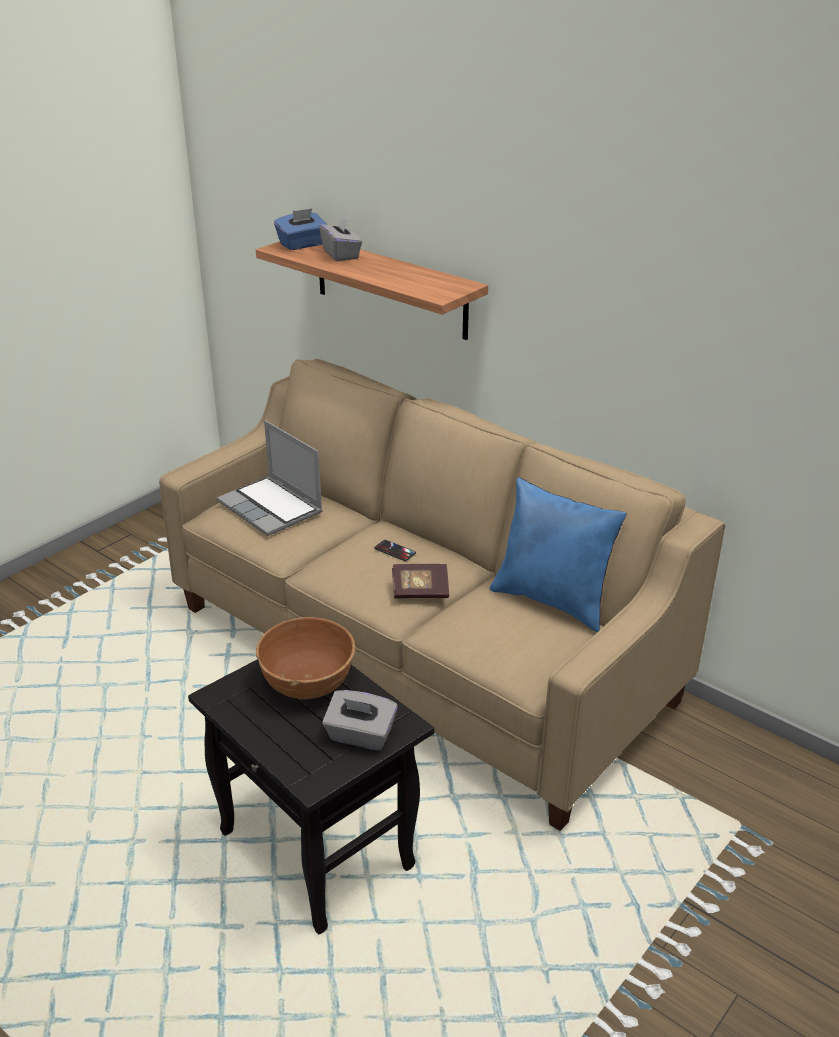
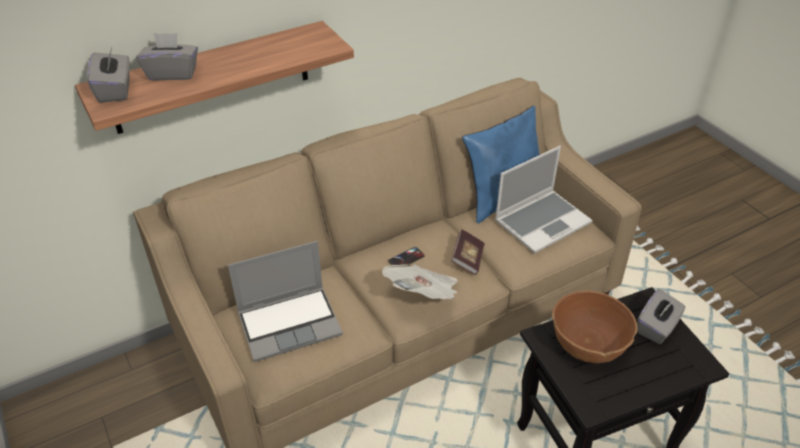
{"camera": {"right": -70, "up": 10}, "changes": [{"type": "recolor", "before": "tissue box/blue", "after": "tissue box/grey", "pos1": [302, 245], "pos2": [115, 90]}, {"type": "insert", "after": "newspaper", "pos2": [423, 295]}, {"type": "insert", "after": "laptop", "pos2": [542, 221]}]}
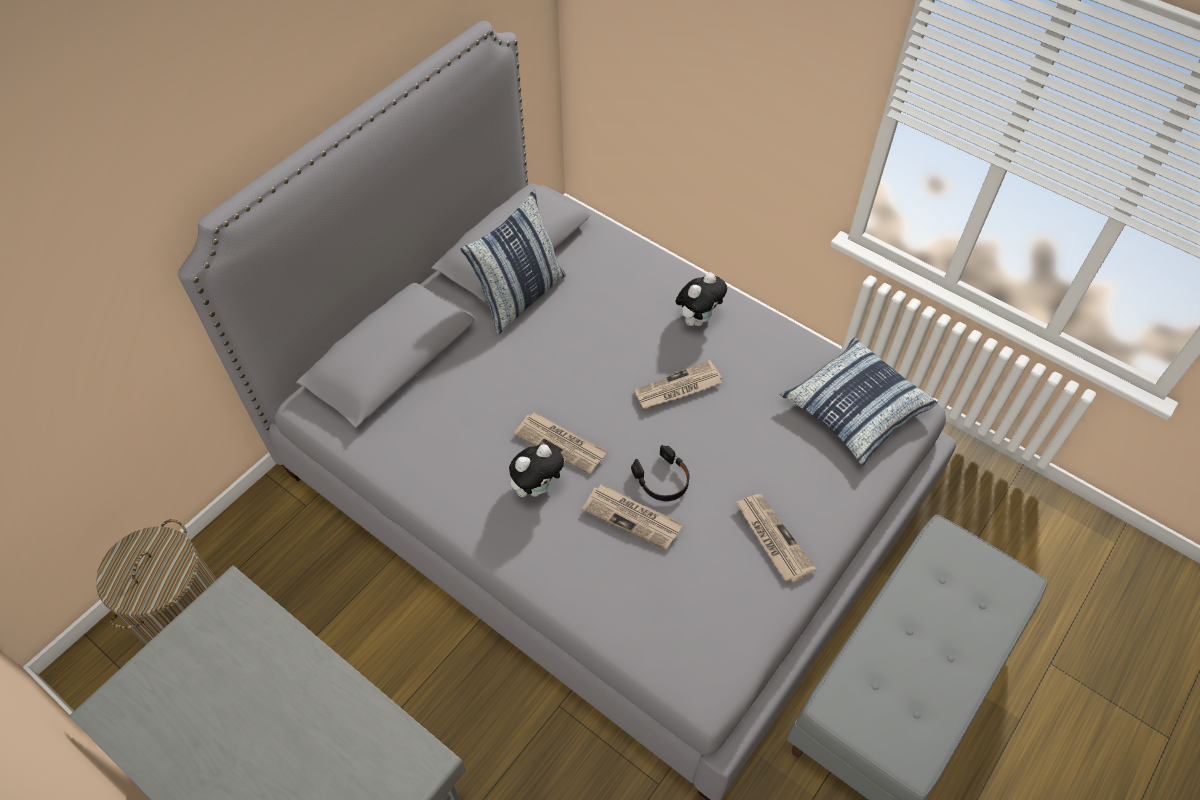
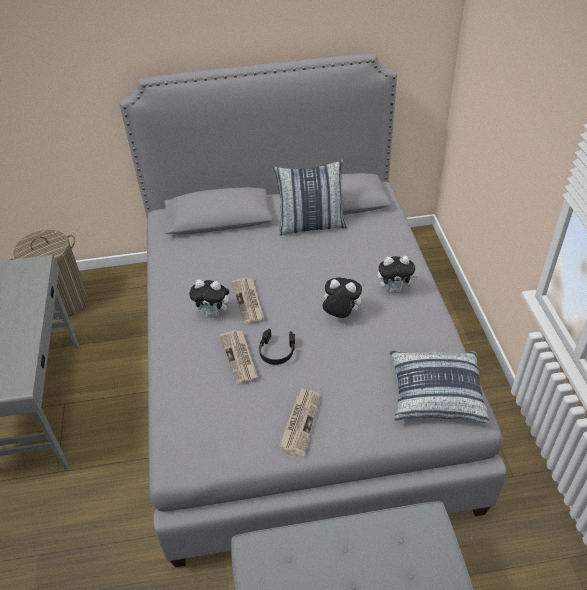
{"camera": {"right": 45, "up": -10}, "changes": [{"type": "replace", "before": "newspaper", "after": "plush toy", "pos1": [677, 388], "pos2": [340, 315]}]}
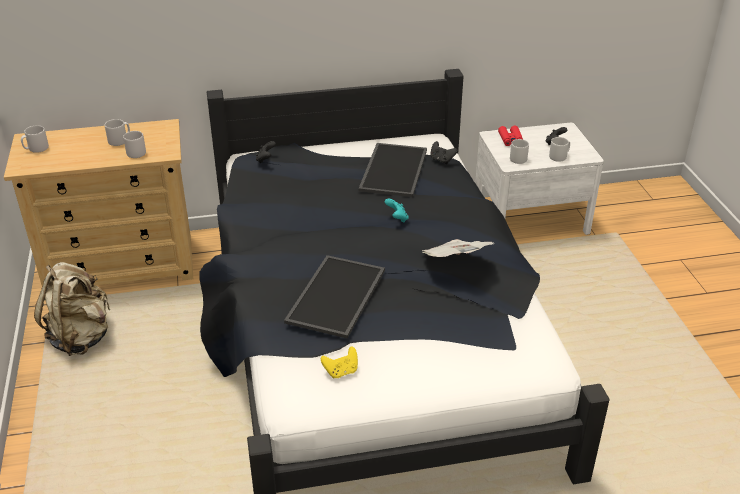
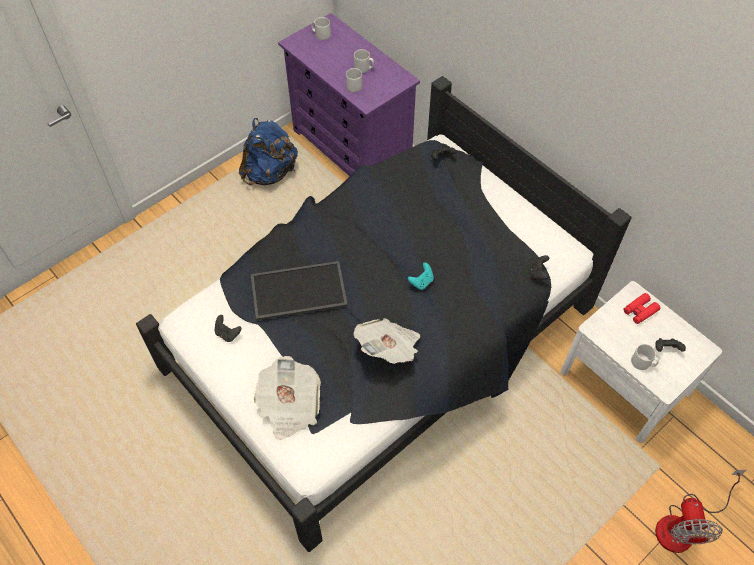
{"camera": {"right": 60, "up": 20}, "changes": [{"type": "recolor", "before": "game controller/yellow", "after": "game controller/black", "pos1": [341, 371], "pos2": [227, 334]}, {"type": "recolor", "before": "backpack/beige", "after": "backpack/blue", "pos1": [81, 337], "pos2": [270, 173]}, {"type": "insert", "after": "newspaper", "pos2": [289, 406]}, {"type": "recolor", "before": "dresser/beige", "after": "dresser/purple", "pos1": [122, 265], "pos2": [352, 147]}, {"type": "insert", "after": "fan", "pos2": [683, 525]}, {"type": "delete", "before": "tray", "pos1": [392, 169]}, {"type": "delete", "before": "mug/grey", "pos1": [518, 158]}]}
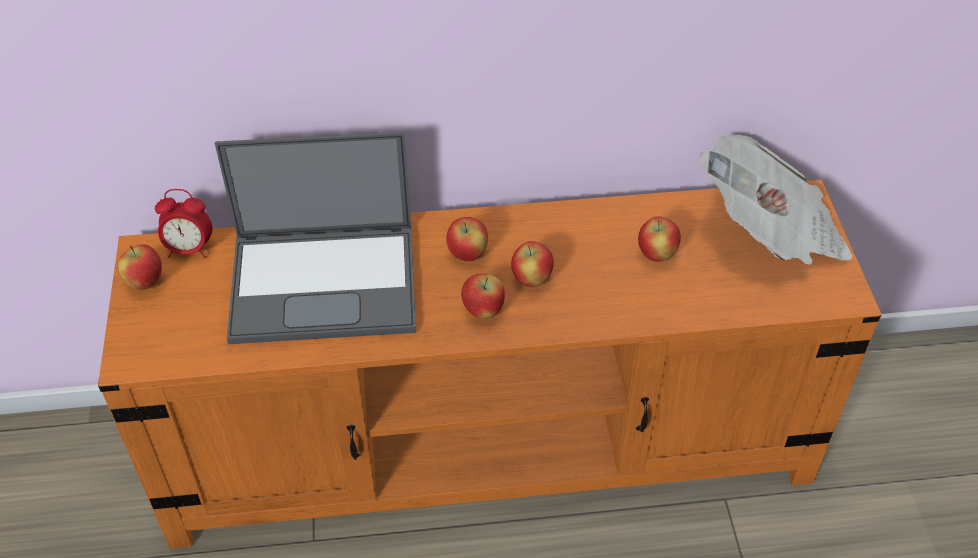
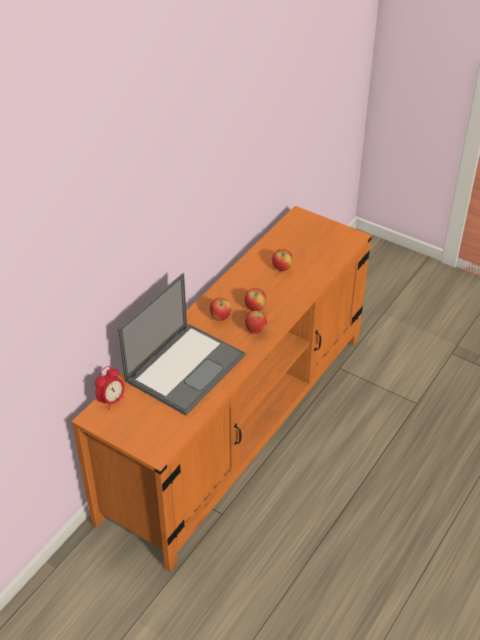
{"camera": {"right": -50, "up": -5}, "changes": [{"type": "delete", "before": "apple", "pos1": [145, 282]}, {"type": "delete", "before": "newspaper", "pos1": [770, 233]}]}
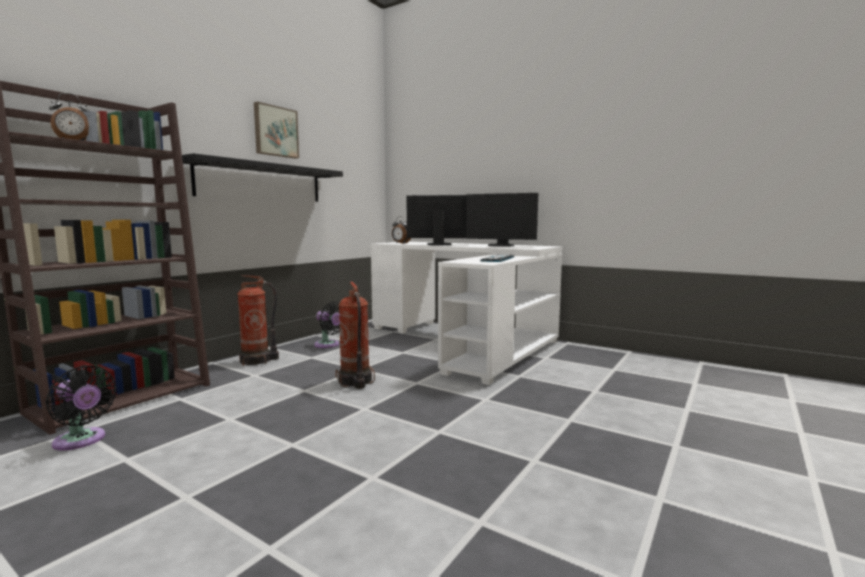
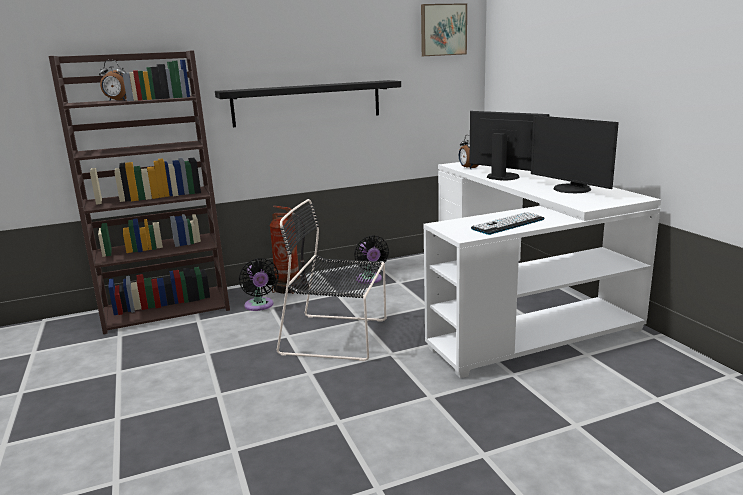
{"camera": {"right": 35, "up": 10}, "changes": [{"type": "move", "before": "fan/black", "pos1": [81, 441], "pos2": [259, 306]}, {"type": "replace", "before": "fire extinguisher", "after": "chair/black", "pos1": [355, 382], "pos2": [338, 337]}, {"type": "move", "before": "picture", "pos1": [275, 131], "pos2": [442, 30]}]}
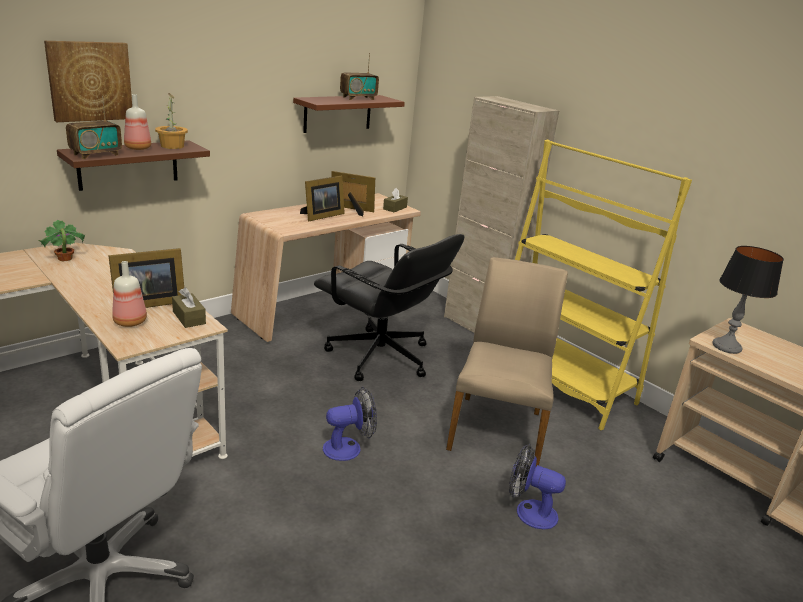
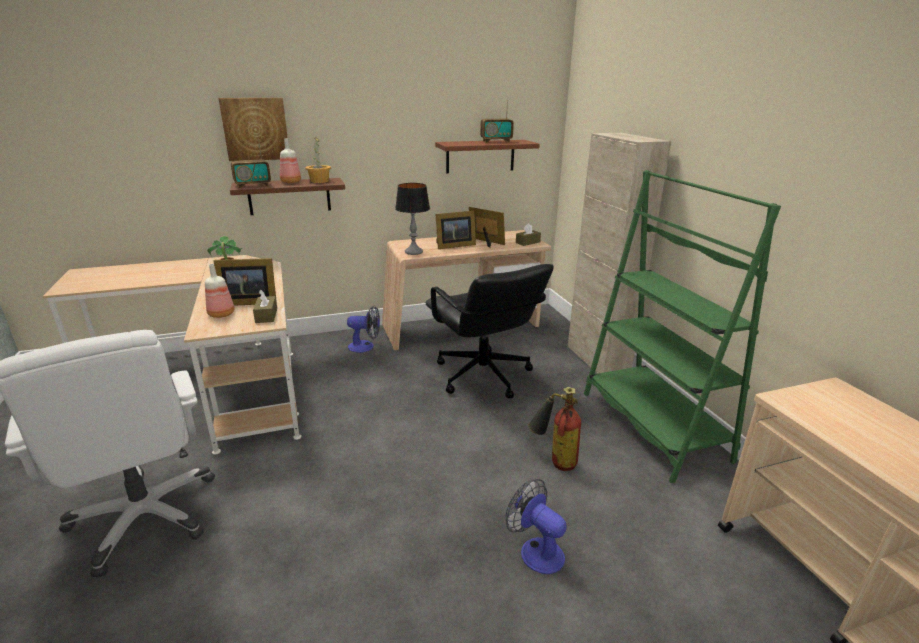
{"camera": {"right": 25, "up": 0}, "changes": [{"type": "move", "before": "fan", "pos1": [348, 448], "pos2": [365, 347]}, {"type": "move", "before": "table lamp", "pos1": [726, 346], "pos2": [413, 252]}, {"type": "replace", "before": "chair/beige", "after": "fire extinguisher", "pos1": [497, 429], "pos2": [554, 460]}, {"type": "recolor", "before": "bookcase/yellow", "after": "bookcase/green", "pos1": [560, 383], "pos2": [652, 426]}]}
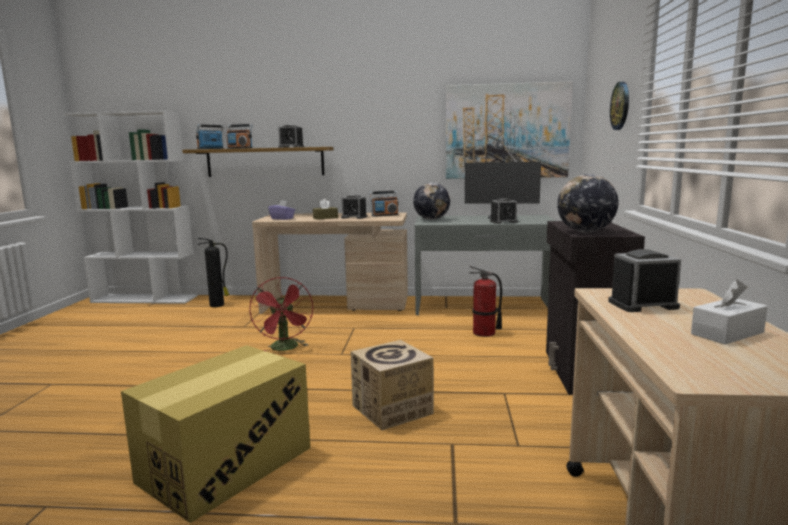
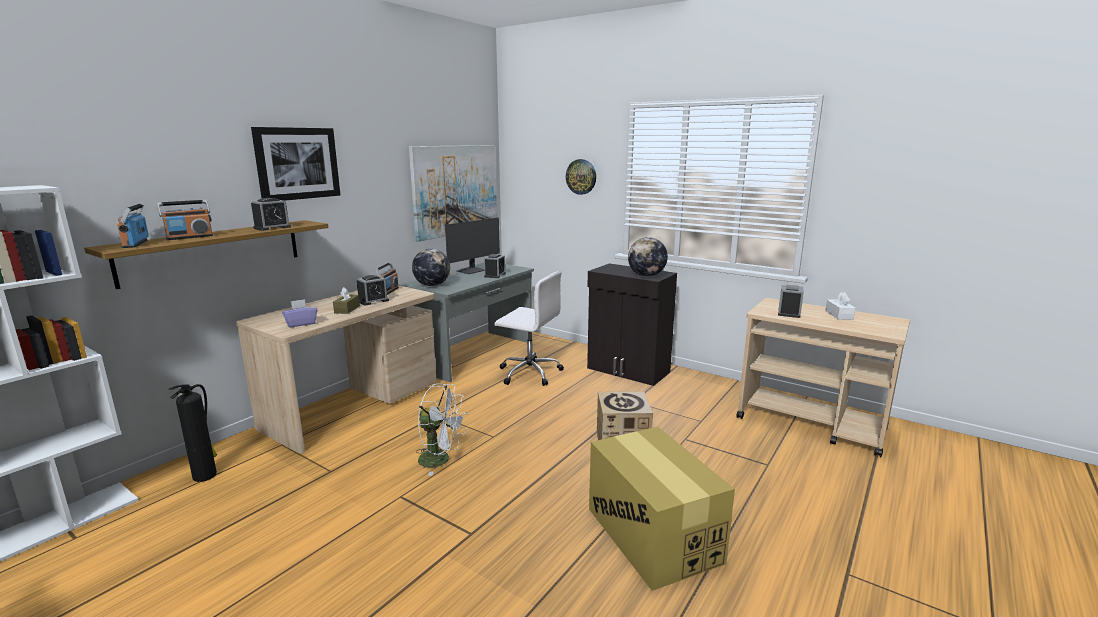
{"camera": {"right": -60, "up": 5}, "changes": [{"type": "insert", "after": "picture", "pos2": [297, 163]}, {"type": "recolor", "before": "fan/red", "after": "fan/white", "pos1": [285, 348], "pos2": [441, 460]}, {"type": "replace", "before": "fire extinguisher", "after": "office chair/white", "pos1": [484, 333], "pos2": [529, 373]}]}
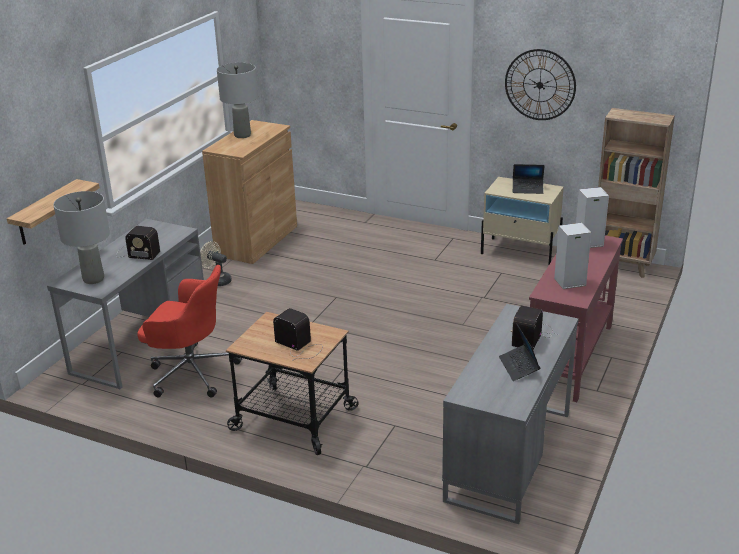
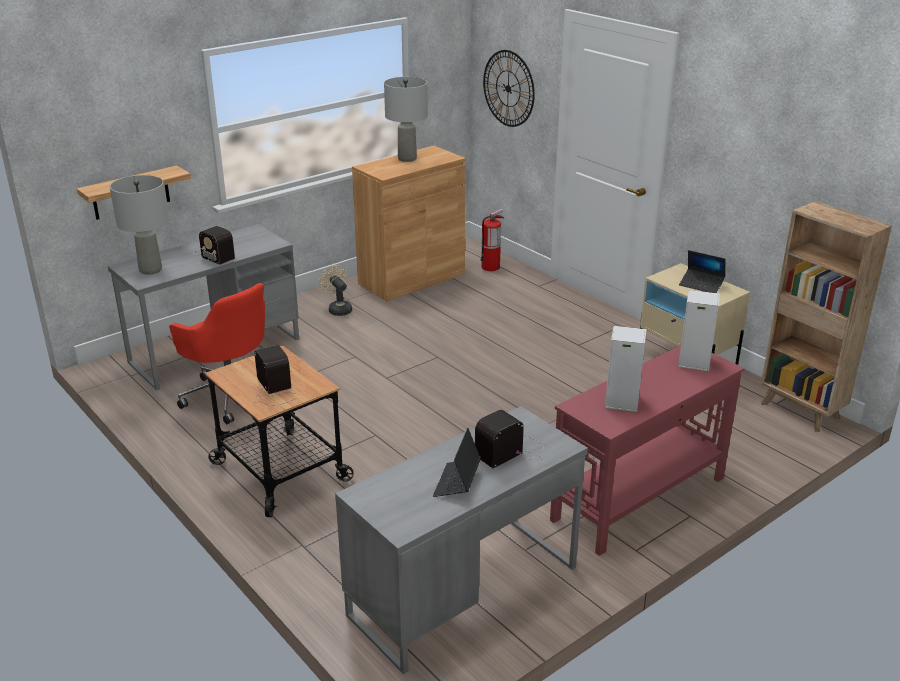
{"camera": {"right": 25, "up": 0}, "changes": [{"type": "insert", "after": "fire extinguisher", "pos2": [490, 267]}, {"type": "move", "before": "wall clock", "pos1": [540, 85], "pos2": [508, 88]}]}
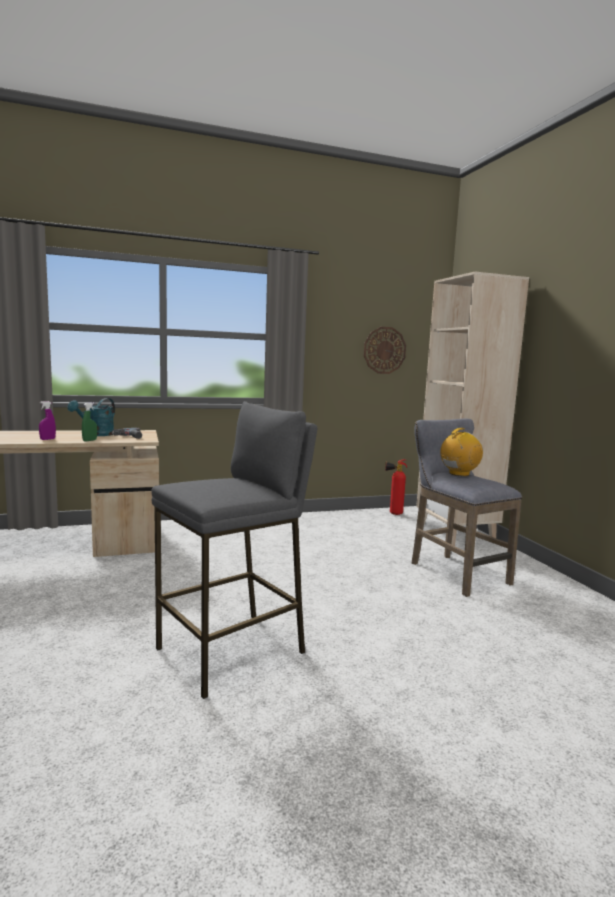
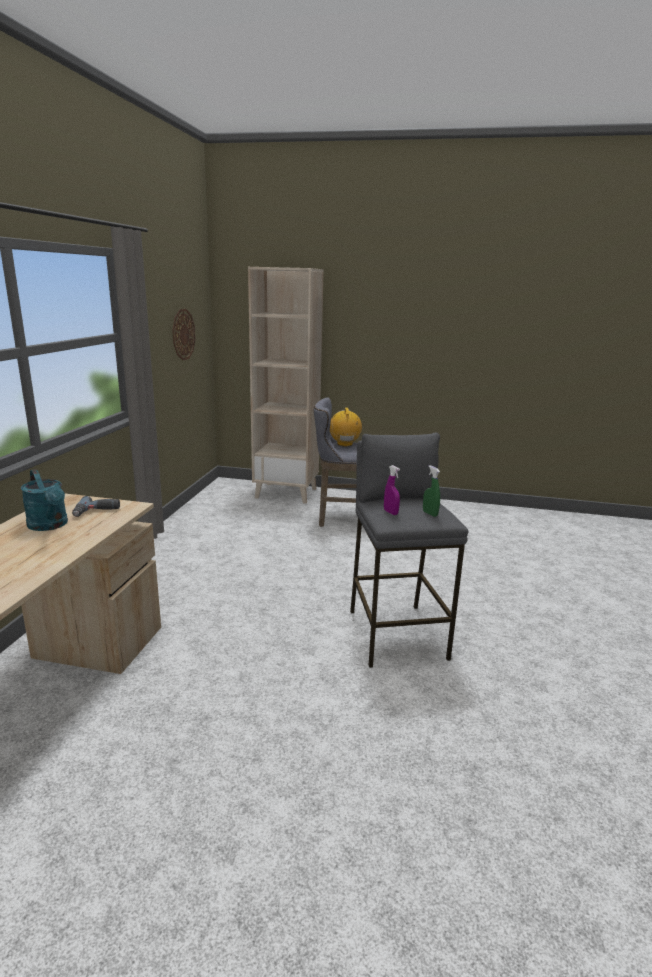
{"camera": {"right": -60, "up": 10}, "changes": [{"type": "move", "before": "spray bottle/purple", "pos1": [47, 439], "pos2": [390, 512]}, {"type": "move", "before": "spray bottle/green", "pos1": [89, 440], "pos2": [430, 513]}, {"type": "delete", "before": "fire extinguisher", "pos1": [392, 514]}]}
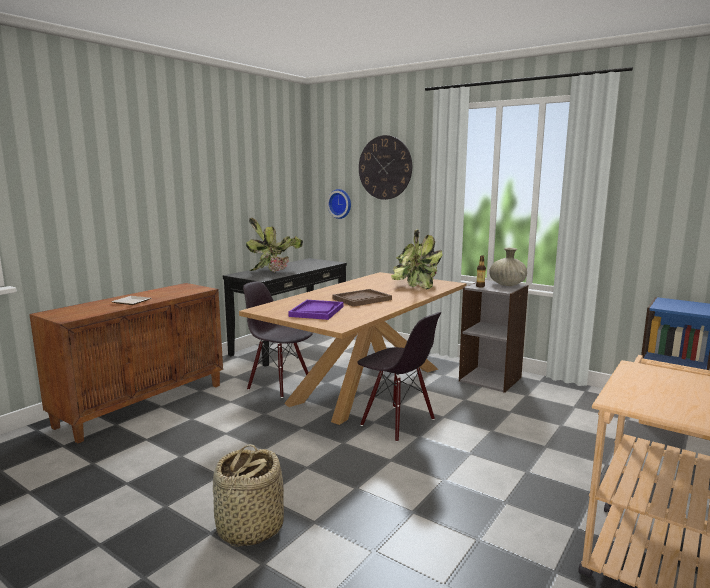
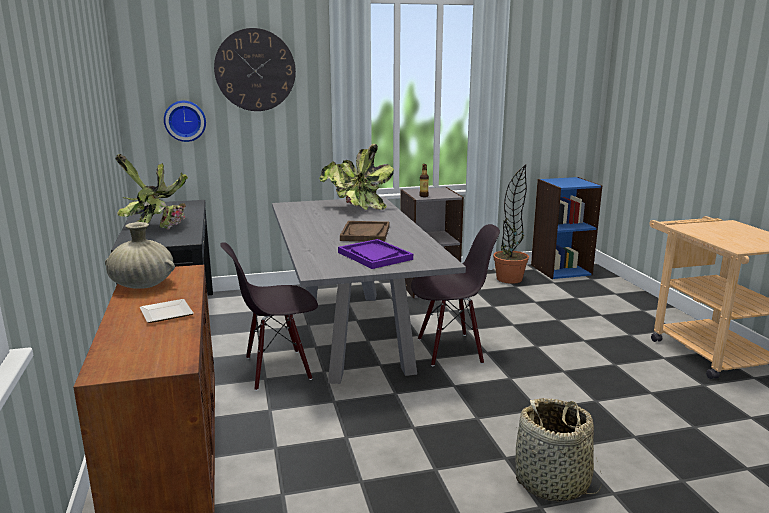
{"camera": {"right": -50, "up": 5}, "changes": [{"type": "move", "before": "vase/beige", "pos1": [507, 285], "pos2": [143, 285]}, {"type": "recolor", "before": "dining table/brown", "after": "dining table/grey", "pos1": [365, 385], "pos2": [355, 333]}, {"type": "insert", "after": "potted plant", "pos2": [509, 279]}]}
